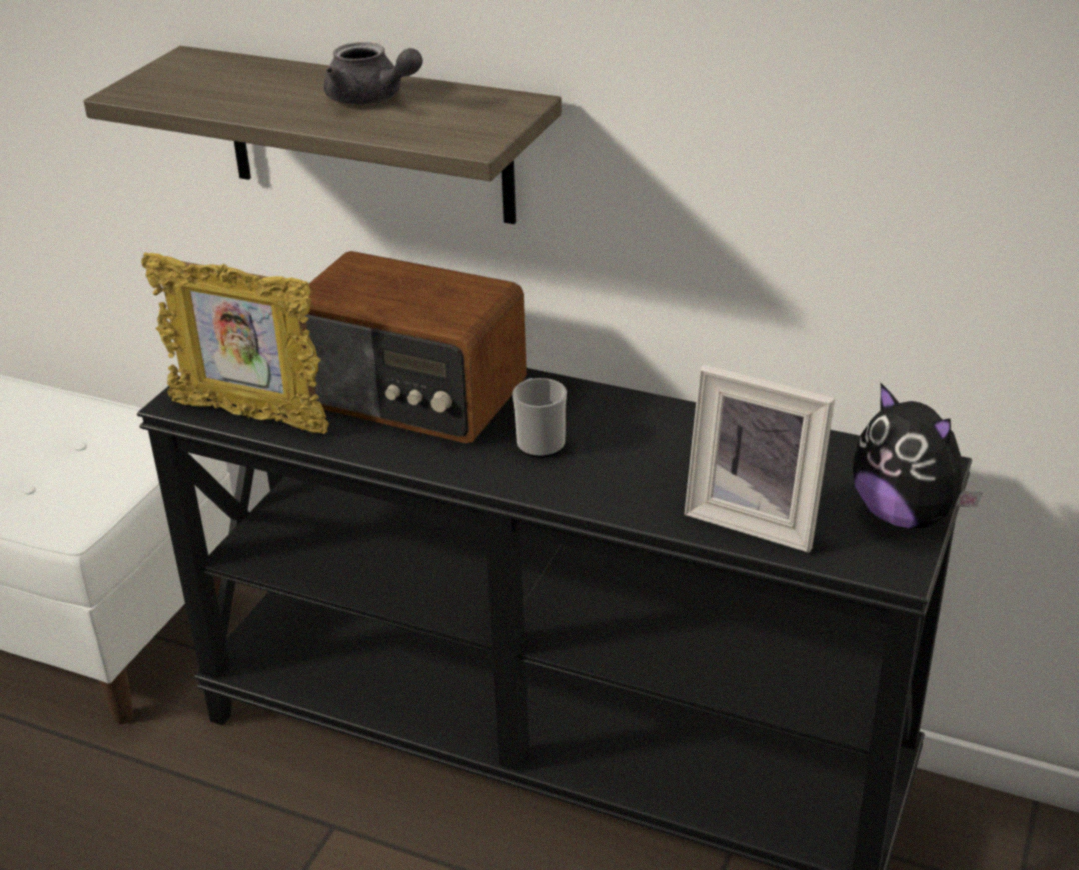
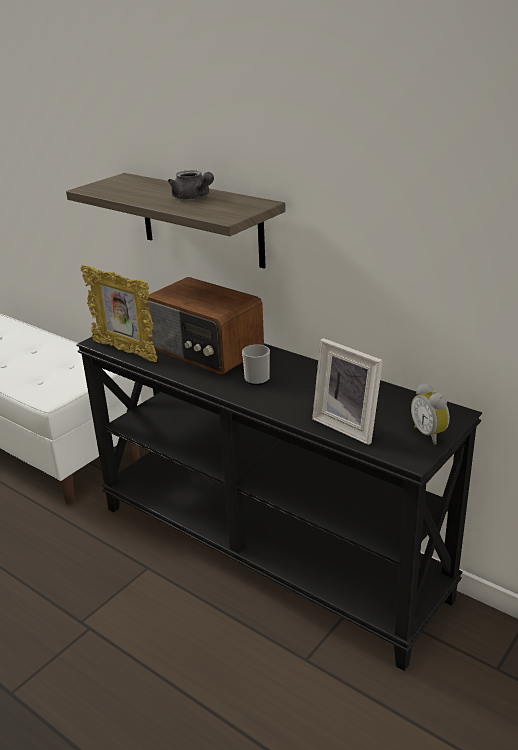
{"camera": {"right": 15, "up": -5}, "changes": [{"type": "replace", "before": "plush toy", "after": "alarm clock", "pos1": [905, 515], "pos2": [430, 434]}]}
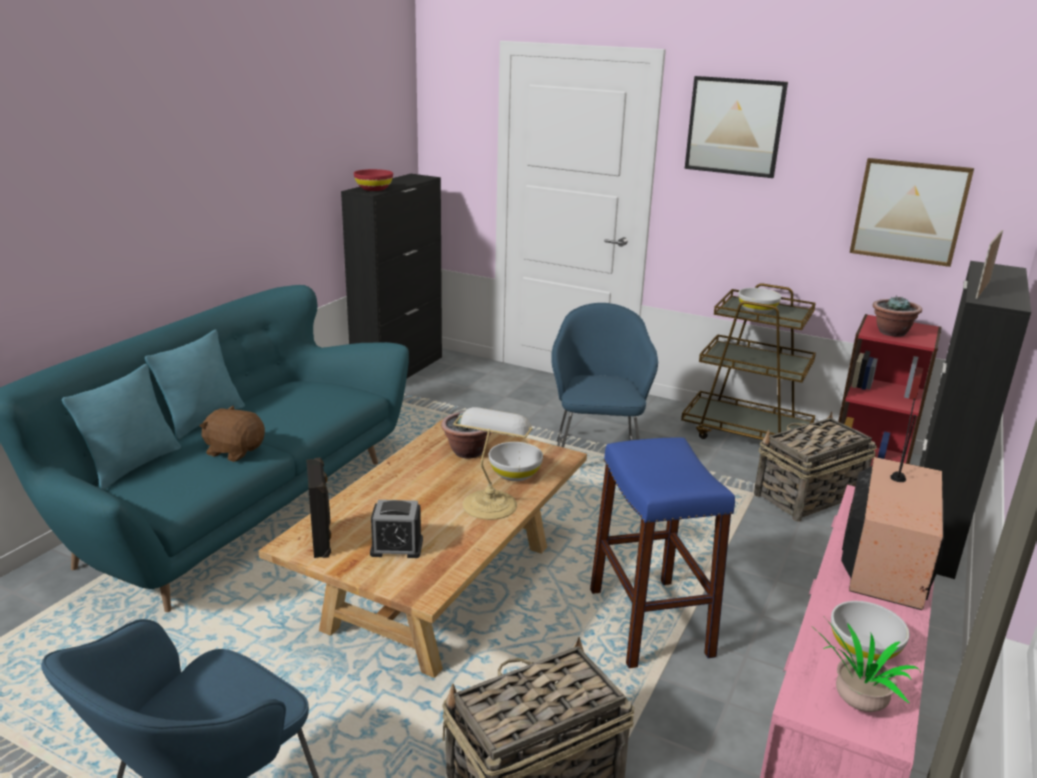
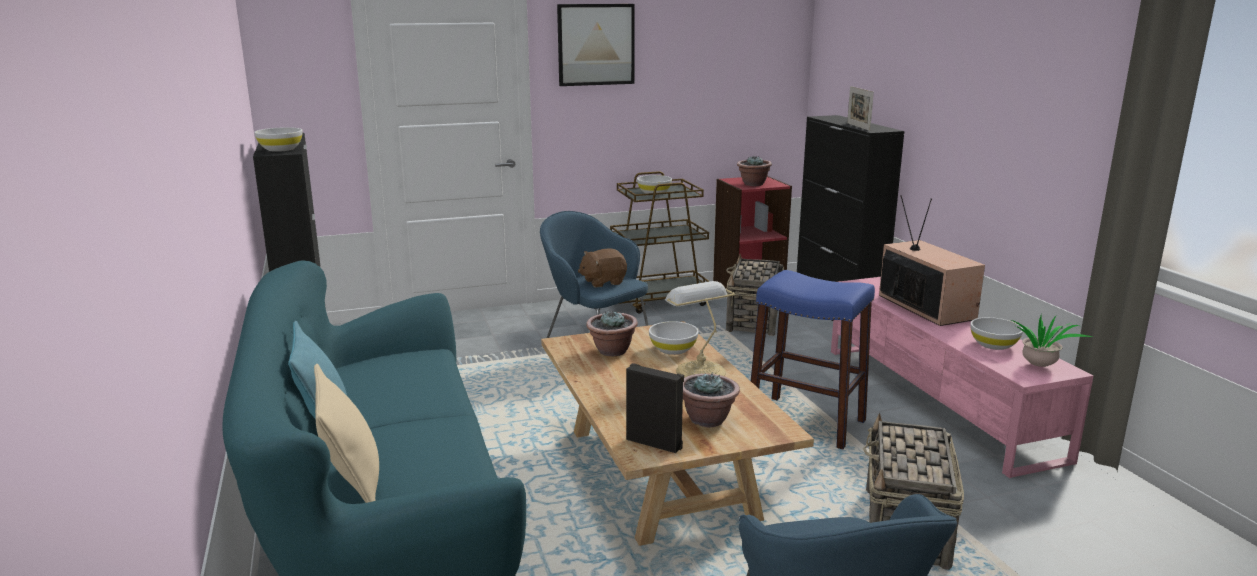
{"camera": {"right": -45, "up": -5}, "changes": [{"type": "recolor", "before": "bowl/red", "after": "bowl/white", "pos1": [373, 189], "pos2": [280, 149]}, {"type": "recolor", "before": "pillow/turquoise", "after": "pillow/beige", "pos1": [133, 465], "pos2": [353, 486]}, {"type": "move", "before": "plush toy/brown", "pos1": [234, 451], "pos2": [603, 282]}, {"type": "replace", "before": "alarm clock", "after": "potted plant", "pos1": [397, 547], "pos2": [707, 420]}, {"type": "delete", "before": "picture", "pos1": [909, 211]}]}
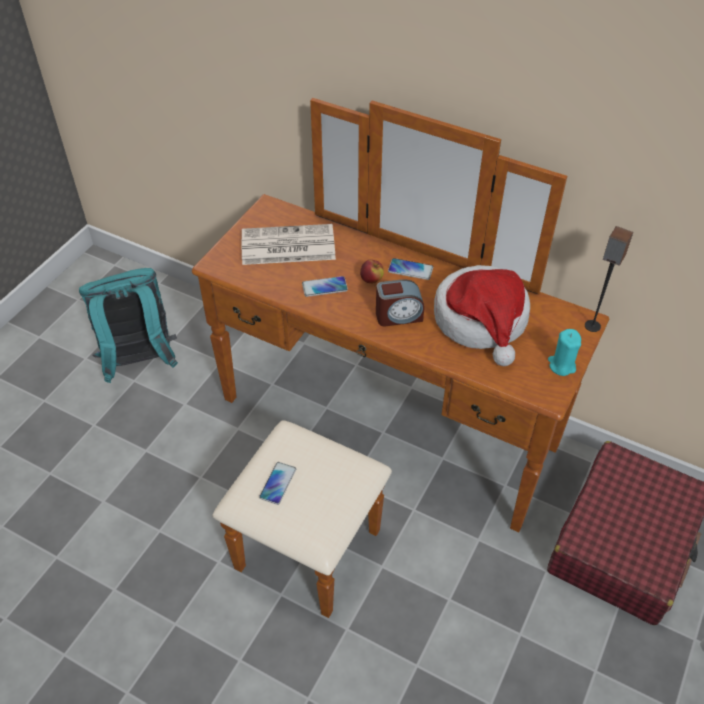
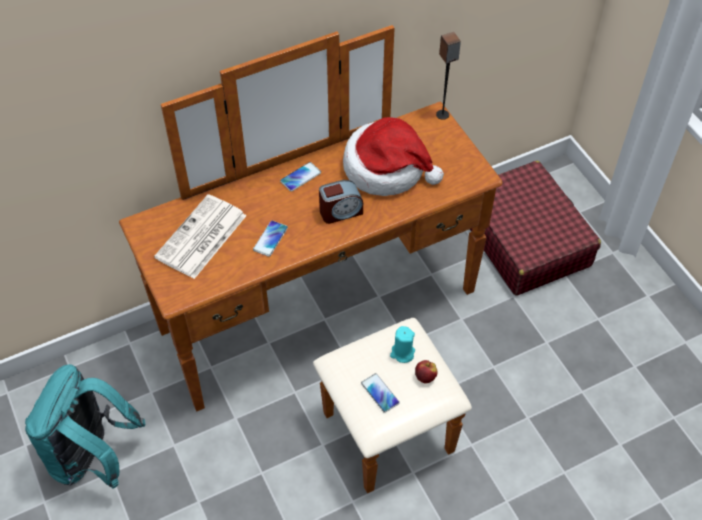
{"camera": {"right": -55, "up": 5}, "changes": [{"type": "rotate", "before": "alarm clock", "pos1": [398, 316], "pos2": [340, 211], "turn": 45}, {"type": "move", "before": "candle/turquoise", "pos1": [561, 365], "pos2": [402, 353]}, {"type": "move", "before": "apple", "pos1": [371, 280], "pos2": [425, 377]}]}
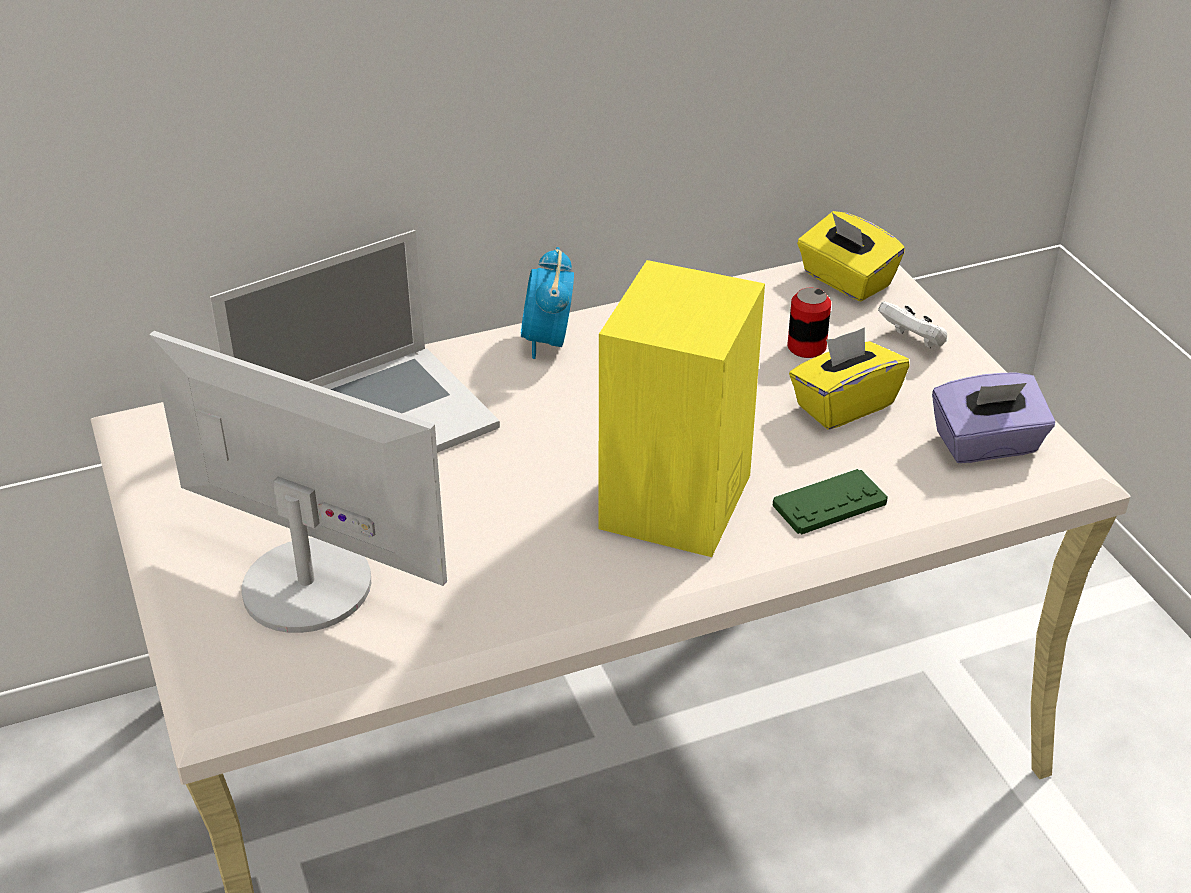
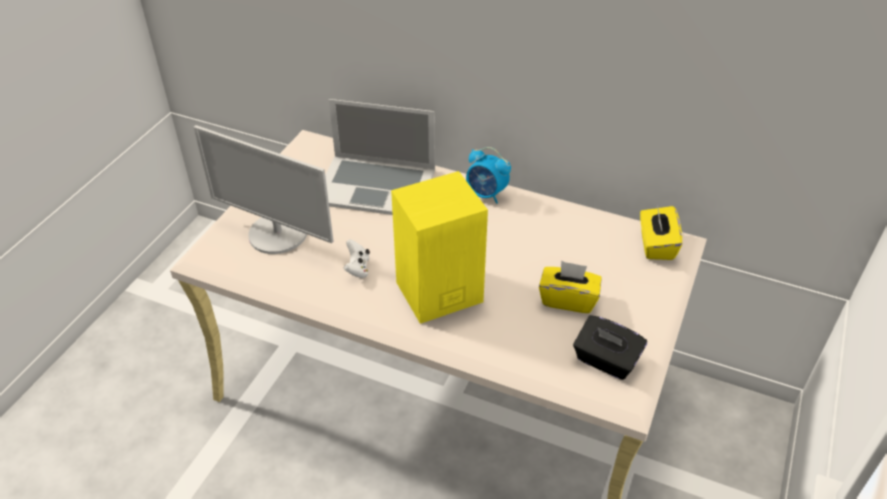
{"camera": {"right": 45, "up": 5}, "changes": [{"type": "rotate", "before": "monitor", "pos1": [307, 584], "pos2": [278, 234], "turn": 135}, {"type": "move", "before": "game controller/white", "pos1": [913, 341], "pos2": [357, 268]}, {"type": "rotate", "before": "alarm clock", "pos1": [547, 342], "pos2": [486, 194], "turn": -105}, {"type": "recolor", "before": "tissue box/purple", "after": "tissue box/black", "pos1": [986, 445], "pos2": [605, 361]}, {"type": "delete", "before": "game controller/green", "pos1": [829, 504]}, {"type": "delete", "before": "can", "pos1": [806, 347]}]}
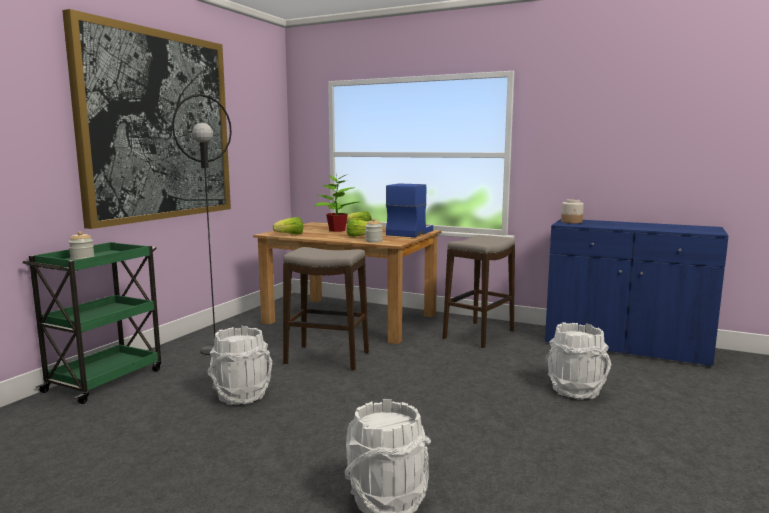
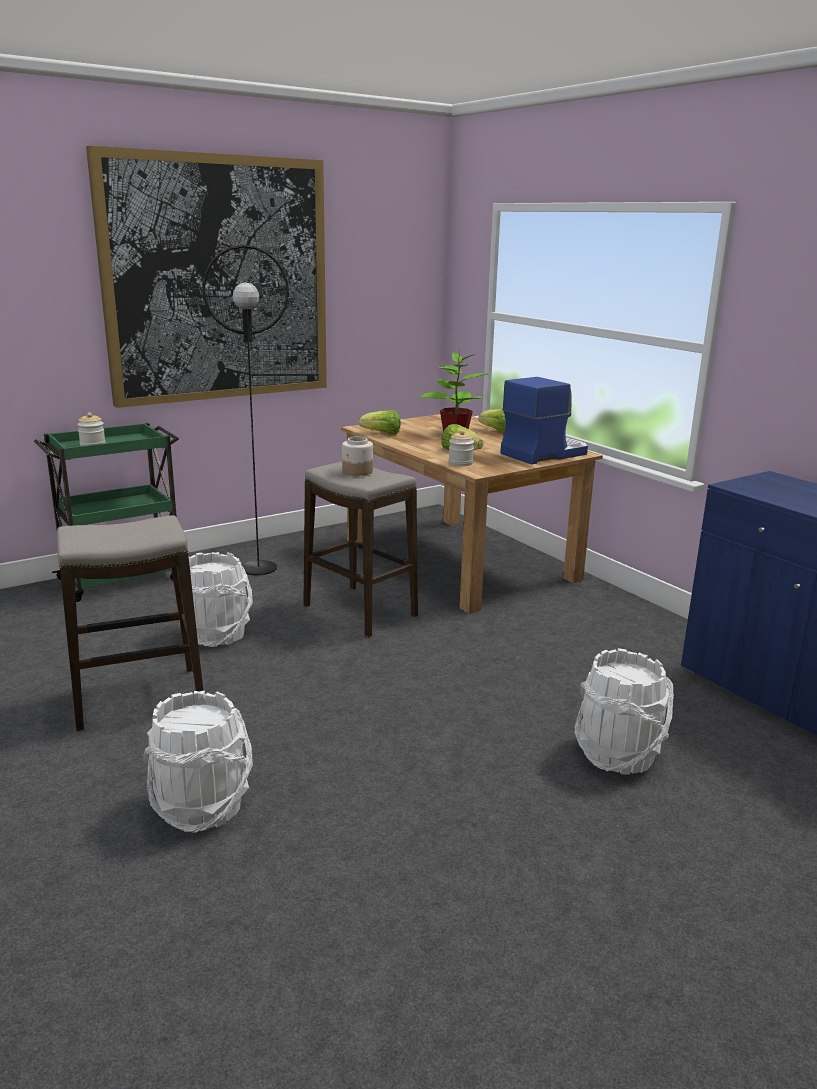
{"camera": {"right": 30, "up": 10}, "changes": [{"type": "move", "before": "stool", "pos1": [479, 335], "pos2": [139, 699]}, {"type": "move", "before": "jar", "pos1": [571, 222], "pos2": [357, 471]}]}
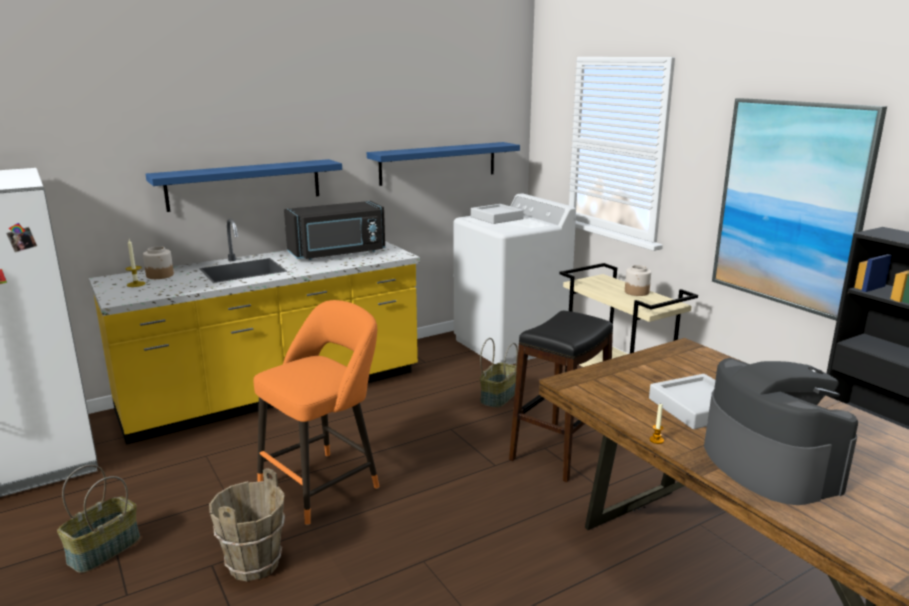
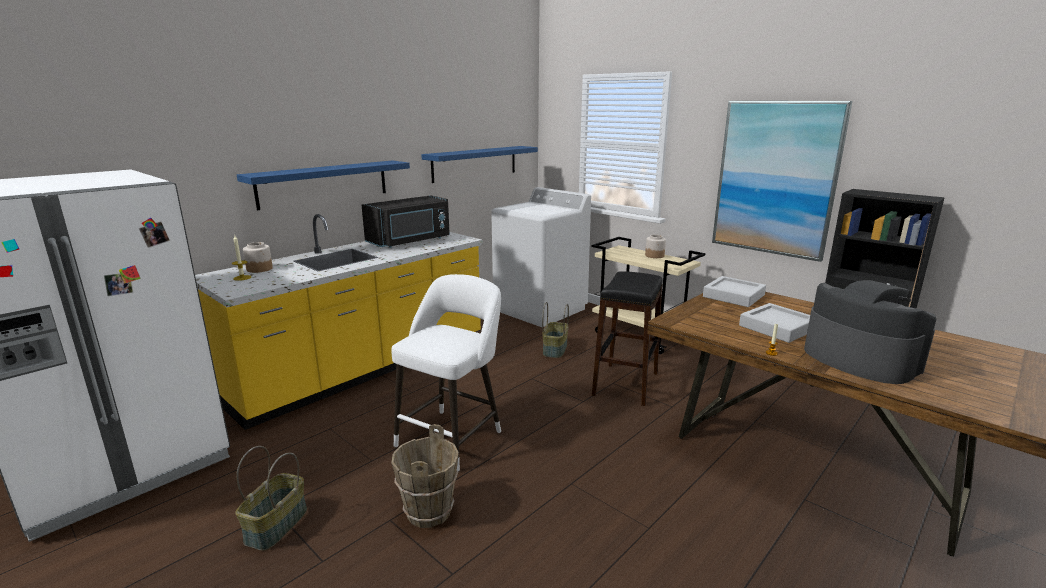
{"camera": {"right": -15, "up": 0}, "changes": [{"type": "recolor", "before": "stool/orange", "after": "stool/white", "pos1": [324, 484], "pos2": [452, 436]}, {"type": "move", "before": "tray/grey", "pos1": [496, 218], "pos2": [733, 296]}]}
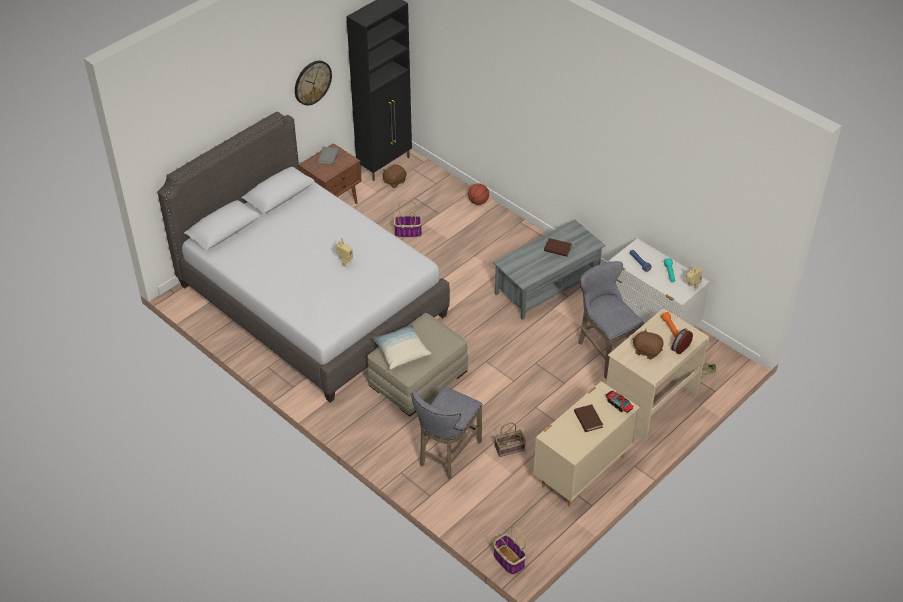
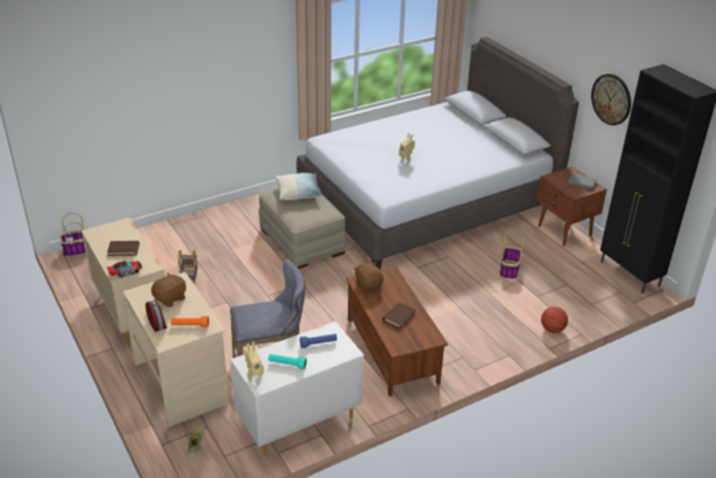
{"camera": {"right": 105, "up": -10}, "changes": [{"type": "recolor", "before": "coffee table/grey", "after": "coffee table/brown", "pos1": [547, 286], "pos2": [391, 350]}, {"type": "move", "before": "plush toy/brown", "pos1": [394, 181], "pos2": [368, 284]}, {"type": "delete", "before": "stool/grey", "pos1": [447, 455]}]}
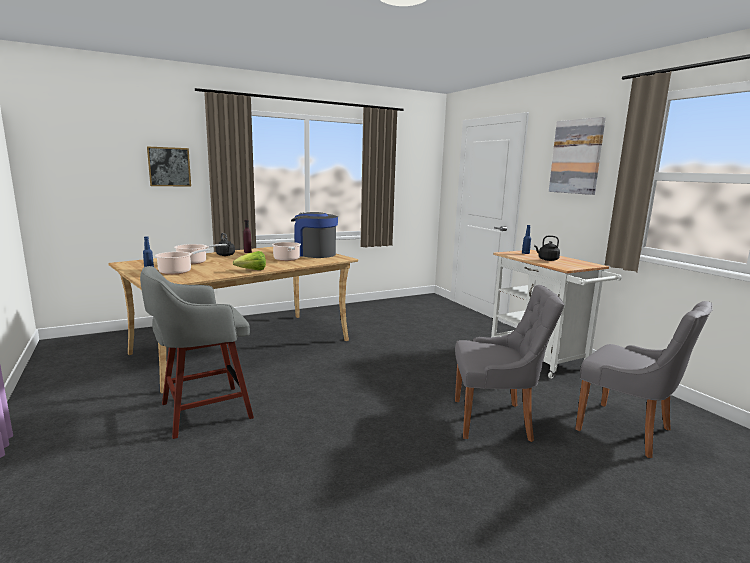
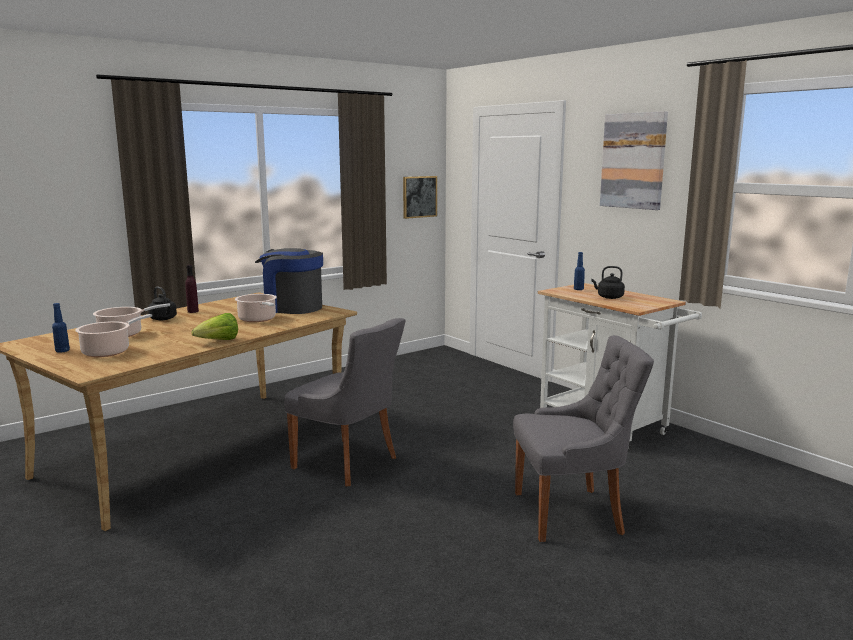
{"camera": {"right": -10, "up": 0}, "changes": [{"type": "move", "before": "chair/grey", "pos1": [627, 430], "pos2": [348, 463]}, {"type": "move", "before": "picture", "pos1": [169, 167], "pos2": [419, 196]}, {"type": "delete", "before": "stool/grey", "pos1": [202, 411]}]}
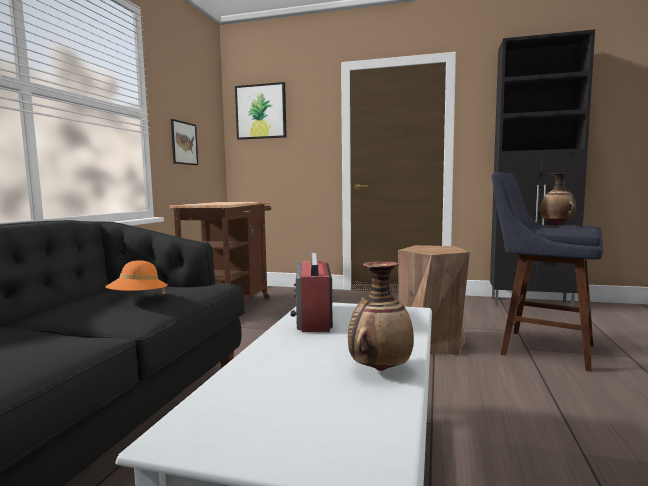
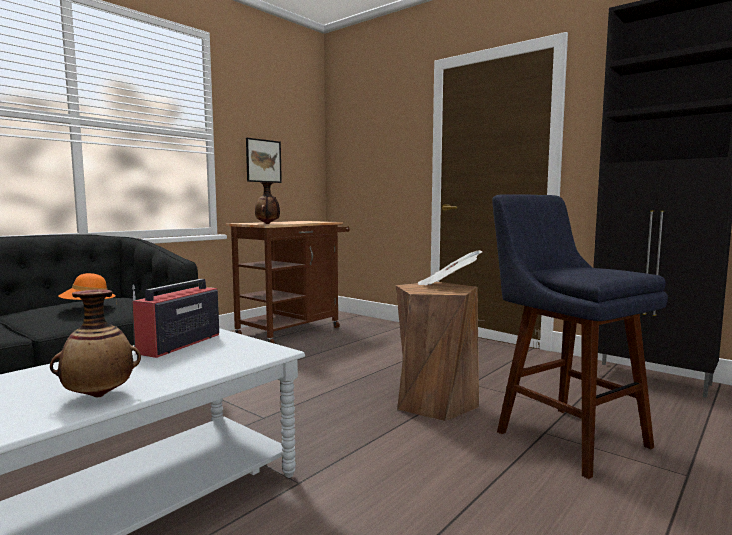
{"camera": {"right": 25, "up": 0}, "changes": [{"type": "move", "before": "vase", "pos1": [557, 225], "pos2": [268, 224]}, {"type": "insert", "after": "newspaper", "pos2": [448, 285]}, {"type": "delete", "before": "picture", "pos1": [261, 111]}]}
